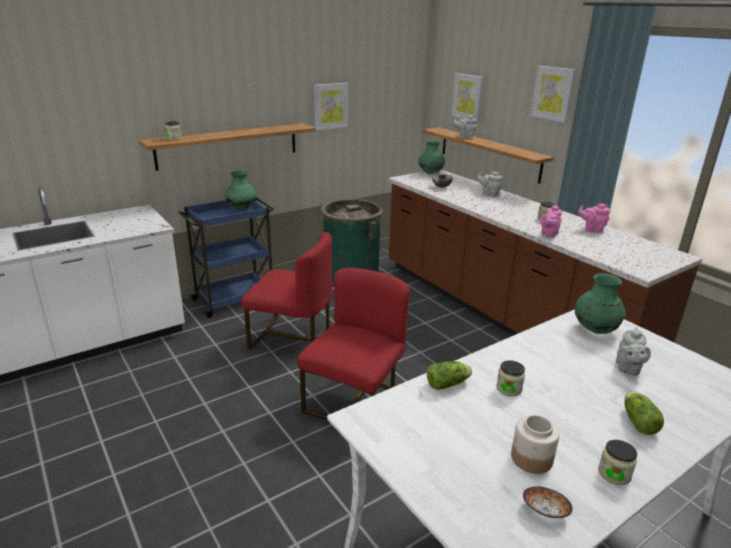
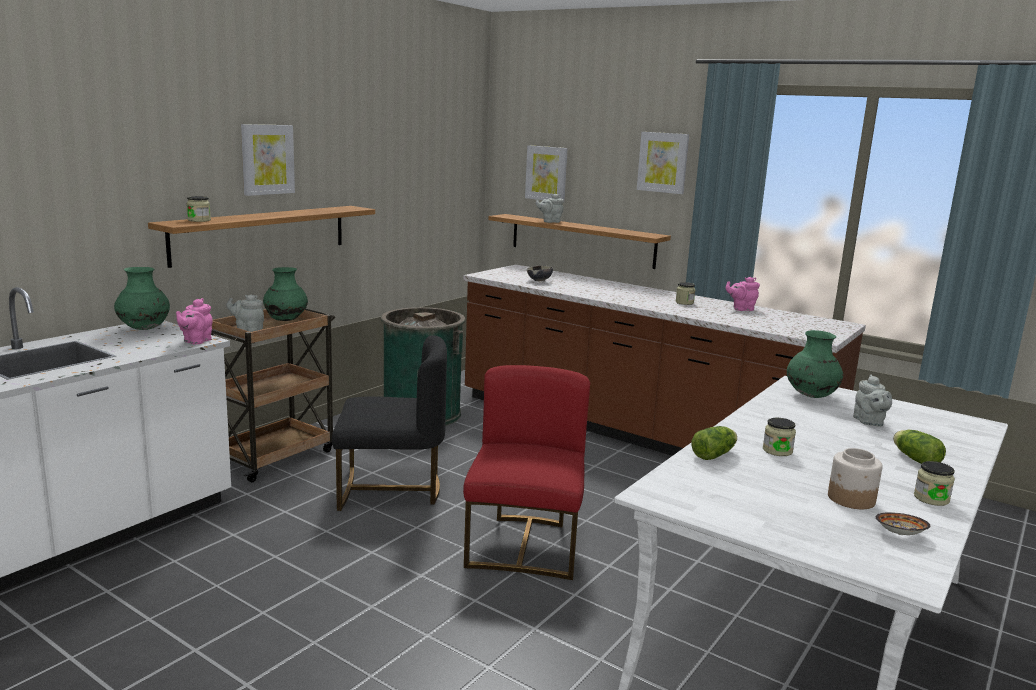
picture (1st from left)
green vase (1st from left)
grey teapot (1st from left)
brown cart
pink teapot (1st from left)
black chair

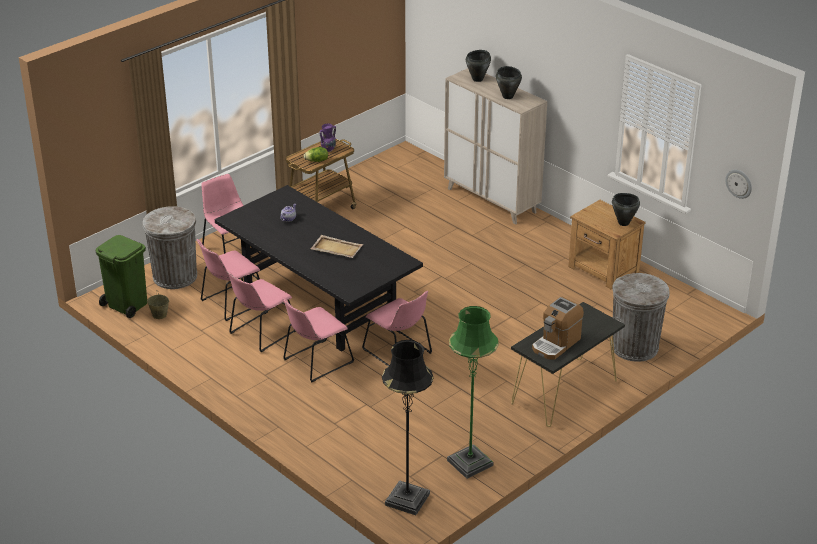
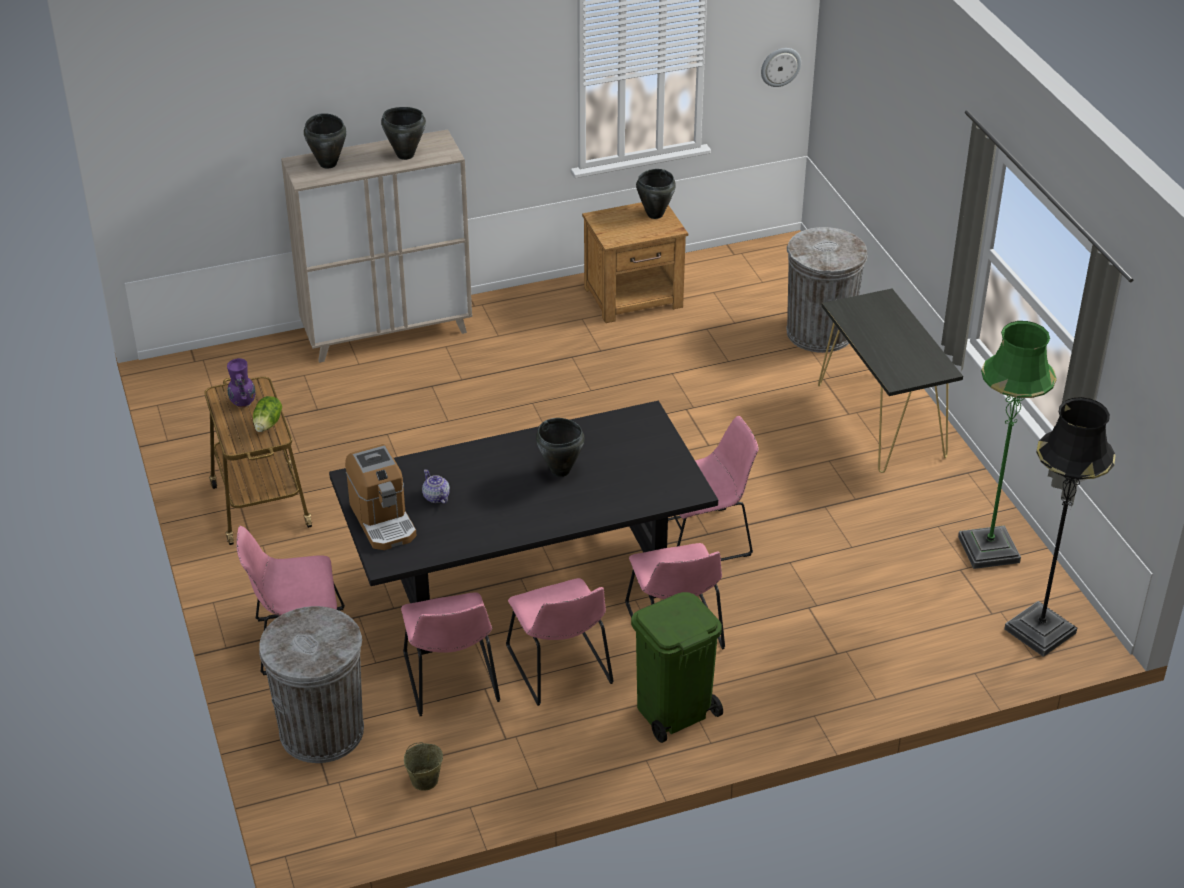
green trash can
black cooking pot (3rd from left)
coffee machine

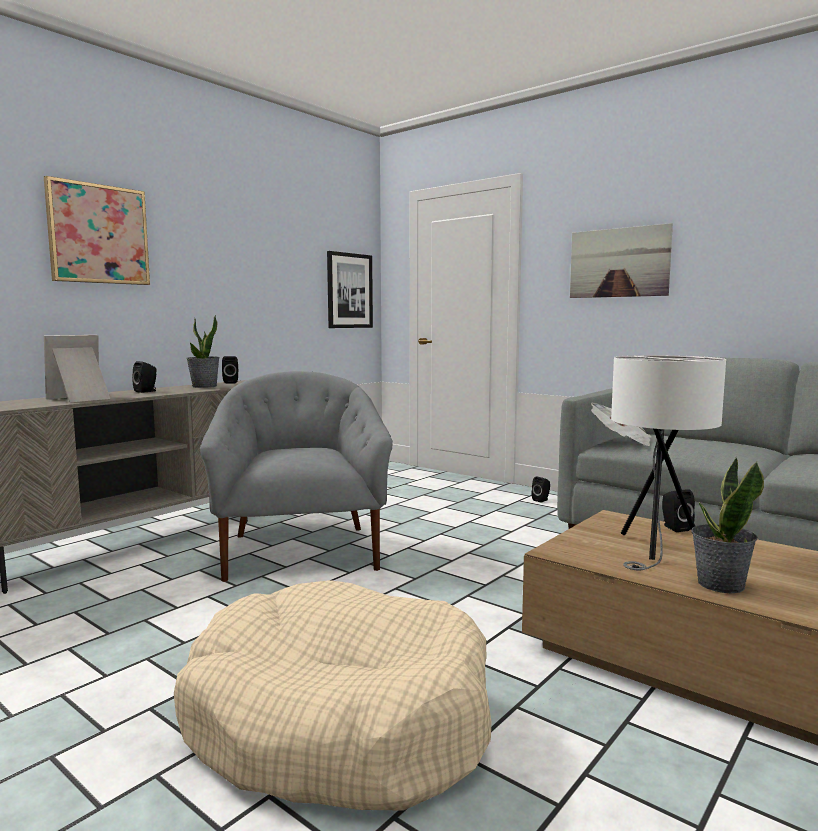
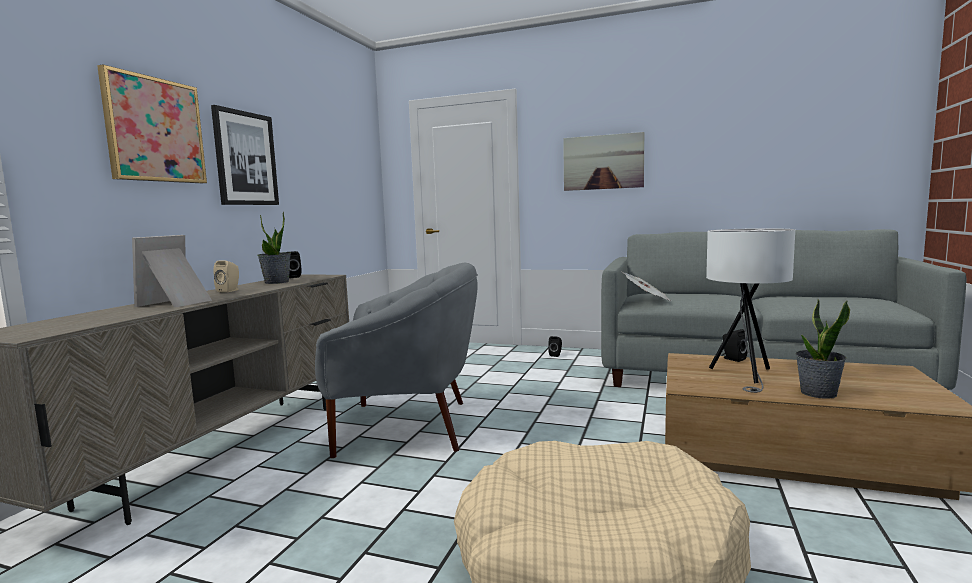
picture (2nd from left)
beige speaker
grey armchair

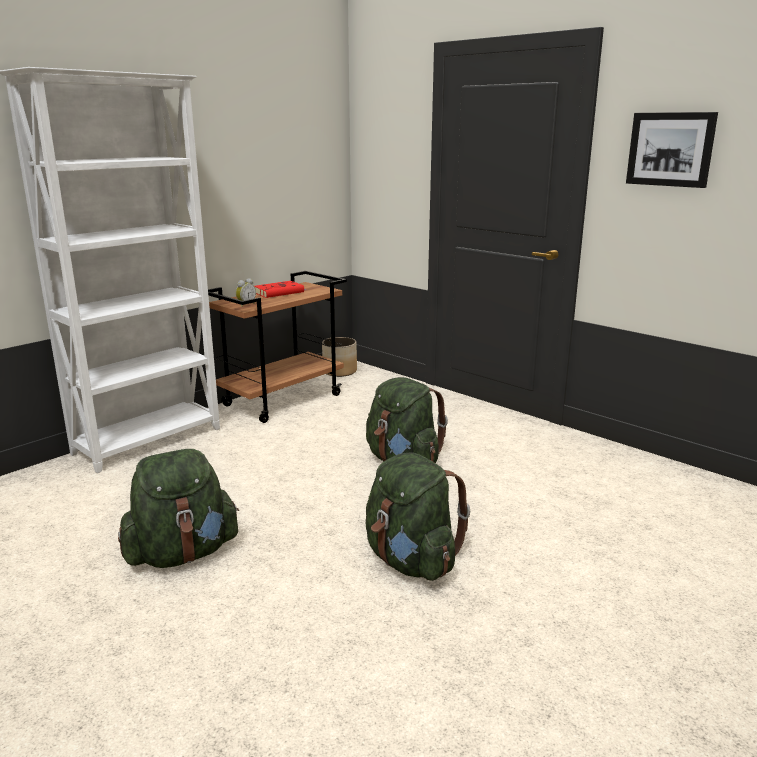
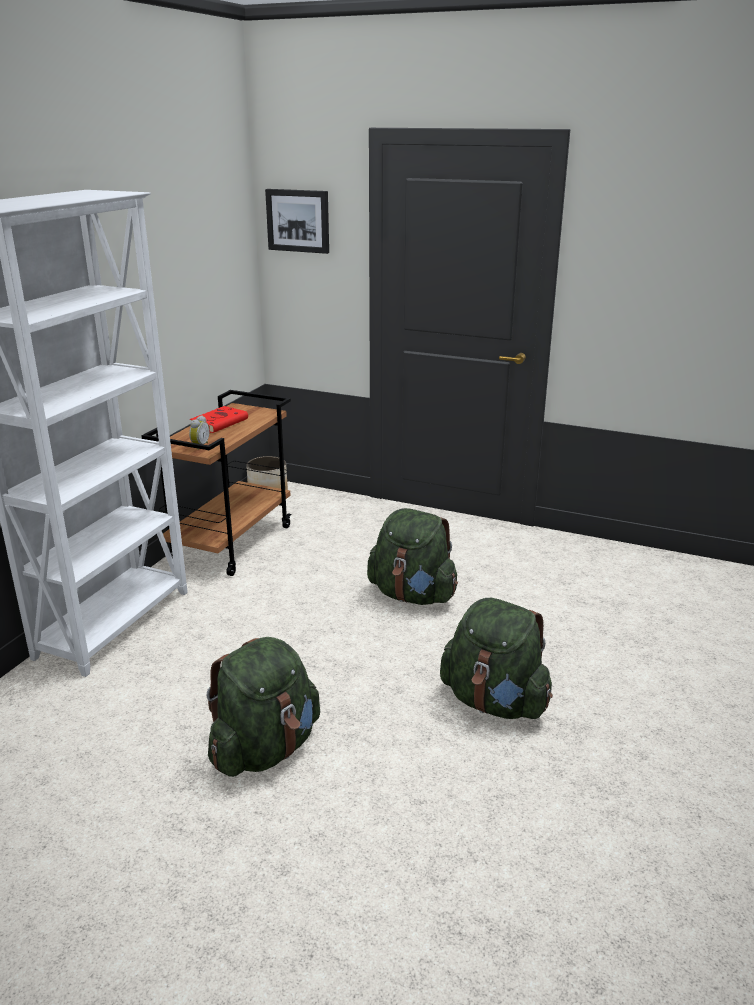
picture

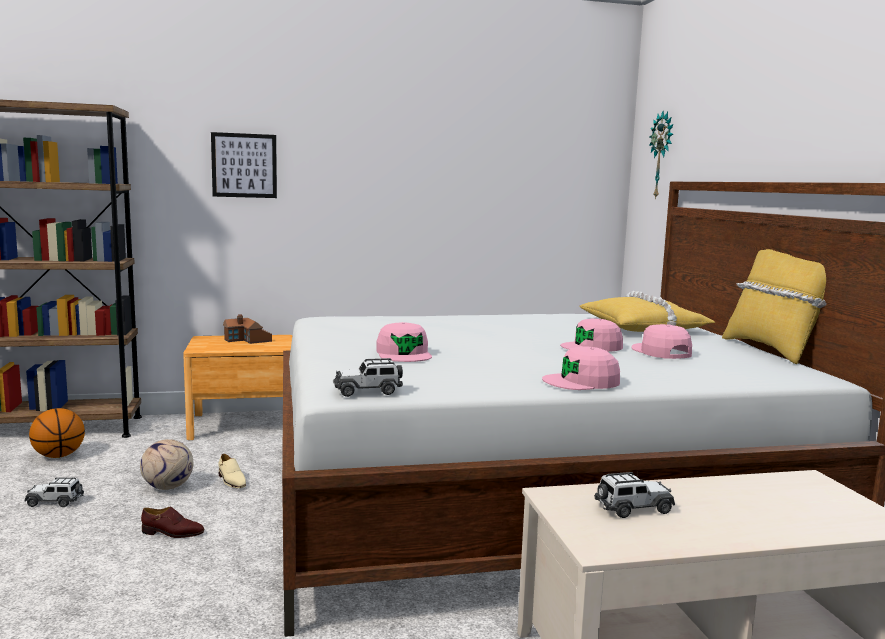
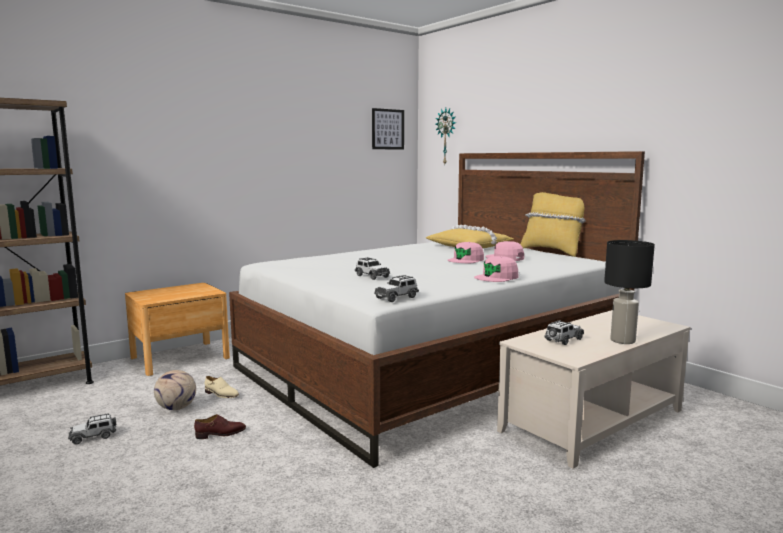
picture
toy house
toy car (2nd from left)
basketball
black table lamp

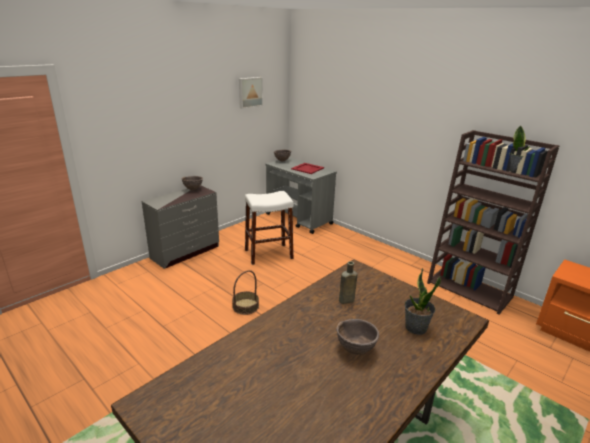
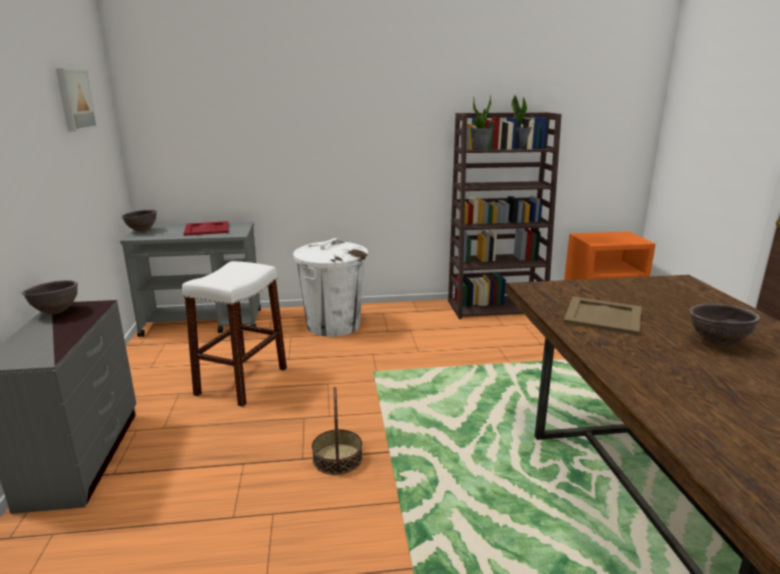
beige tray
potted plant (1st from left)
white trash can

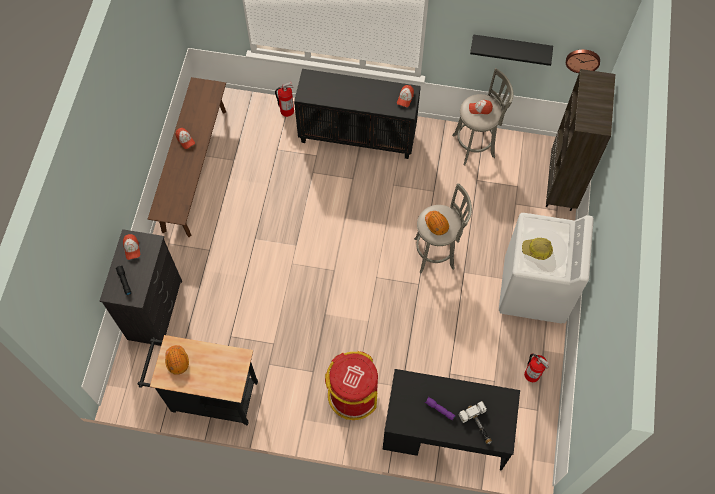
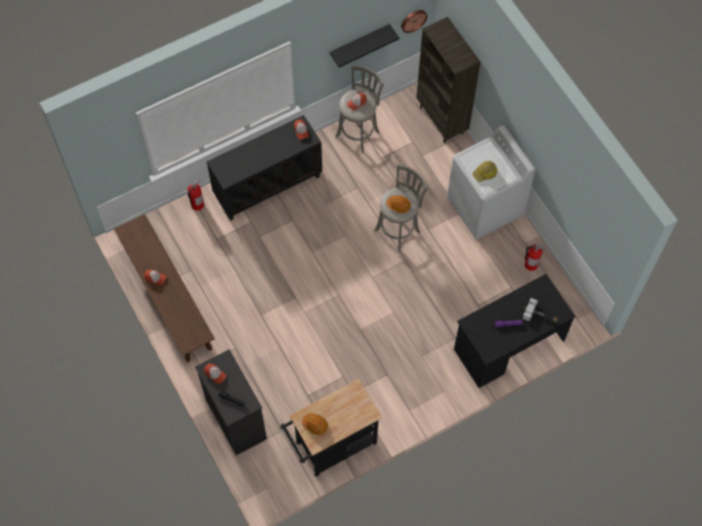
red trash can

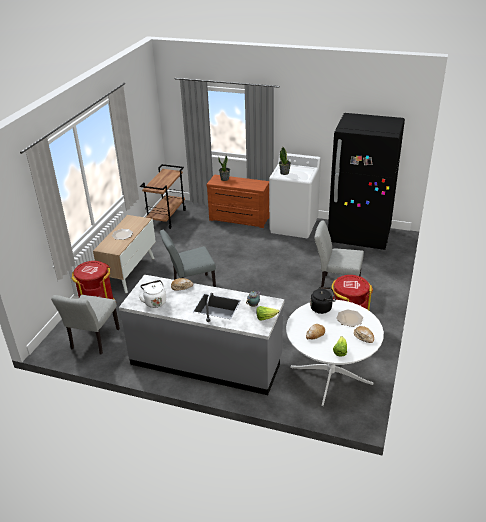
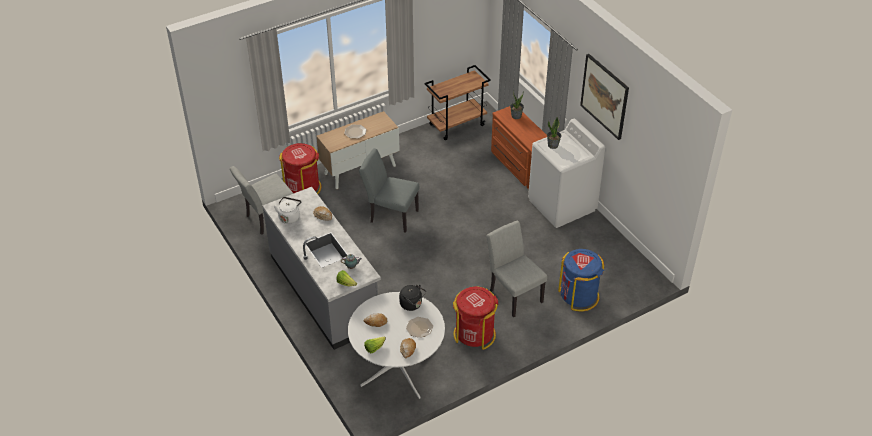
black fridge
picture
blue trash can

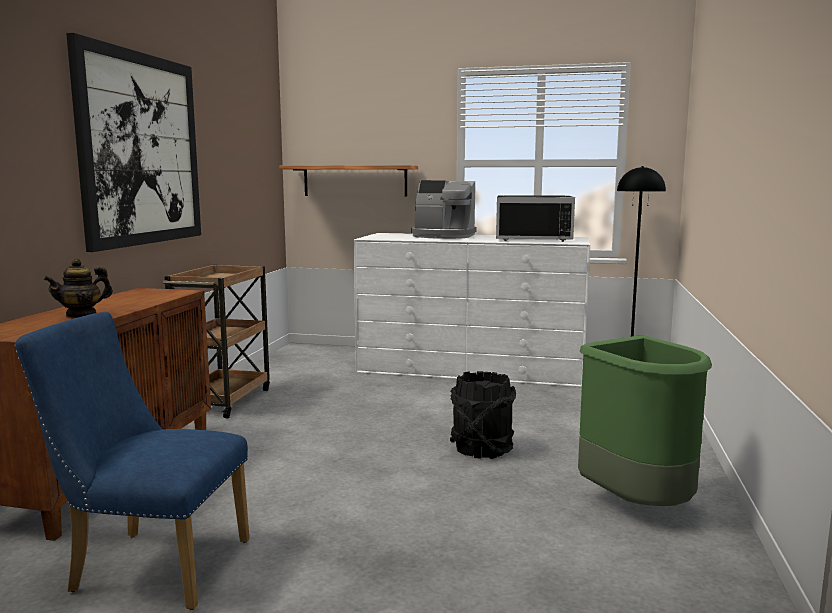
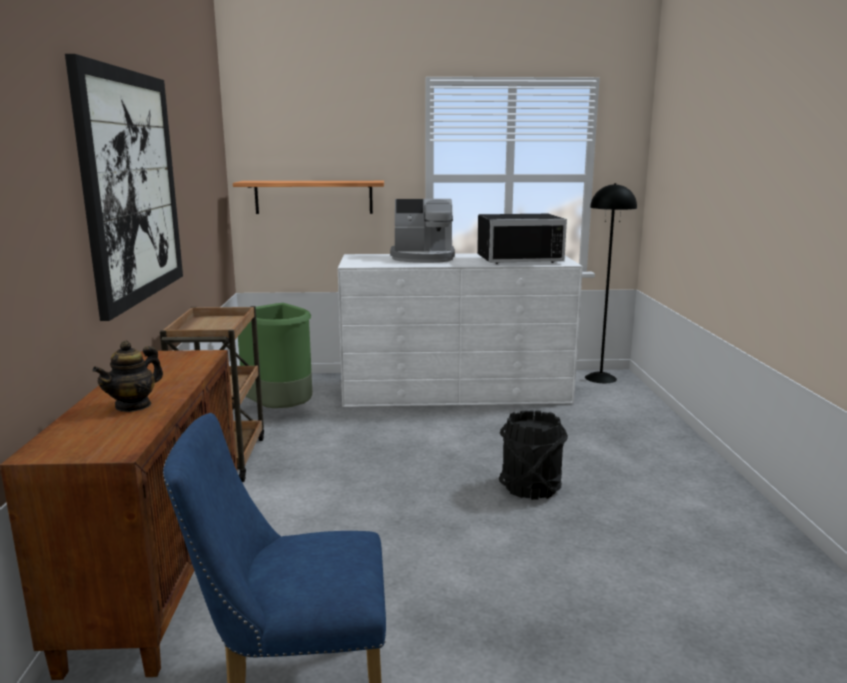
green trash can

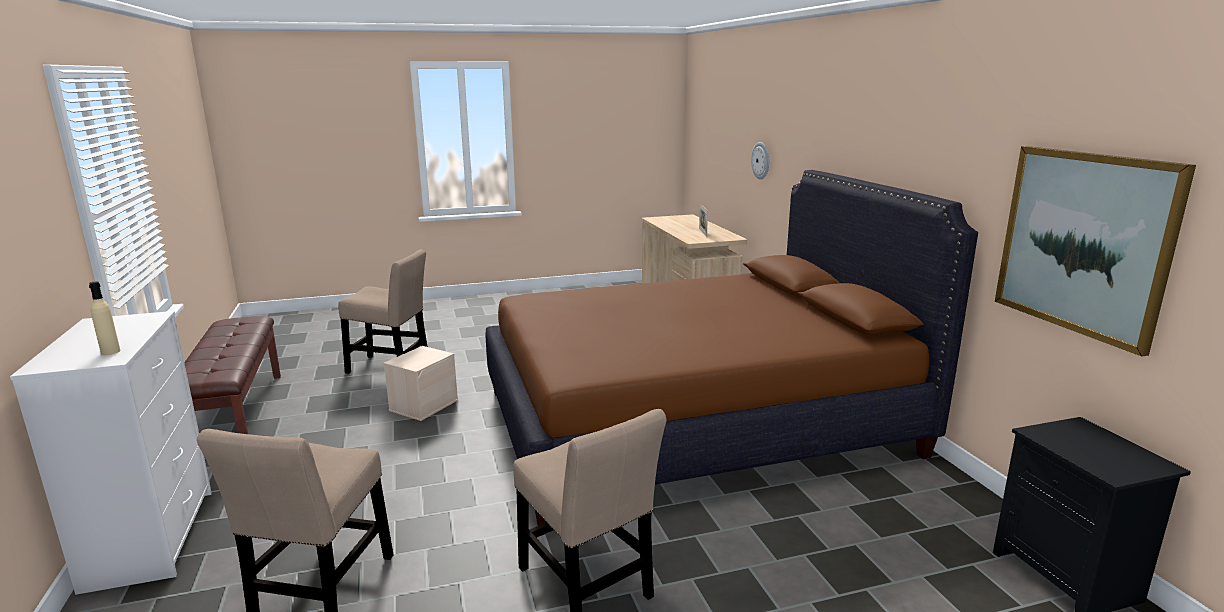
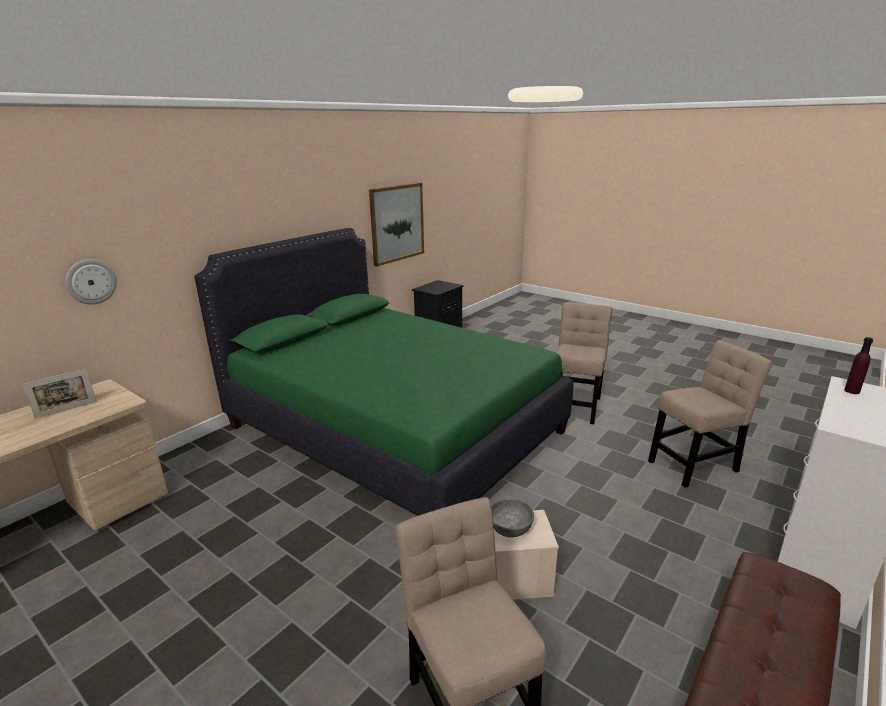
green bed
purple bottle
grey bowl

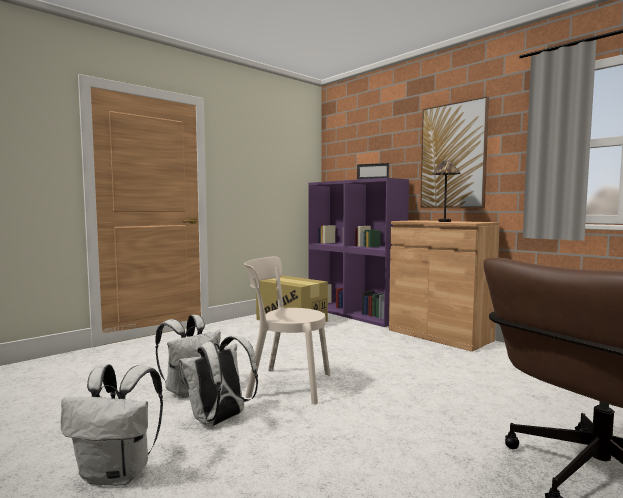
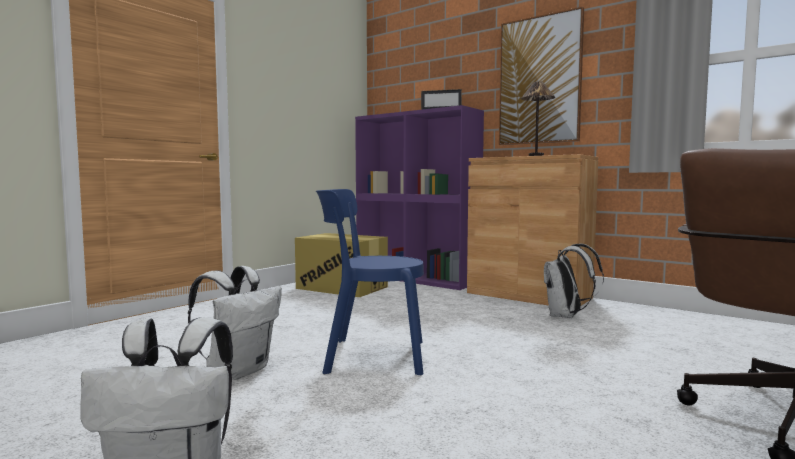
blue chair
white backpack (3rd from left)

